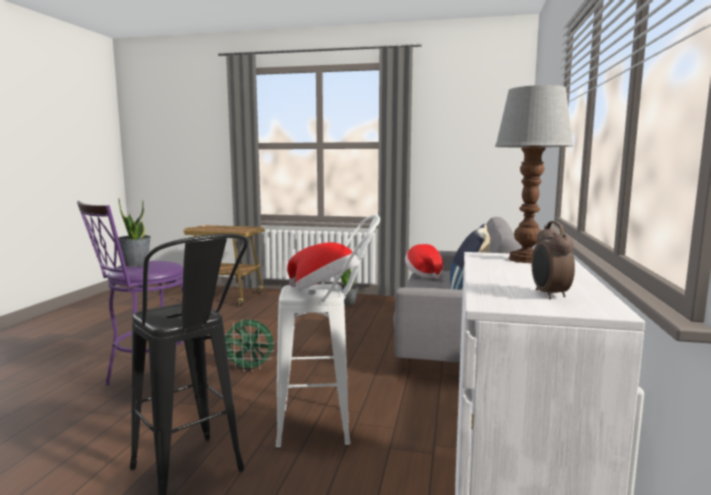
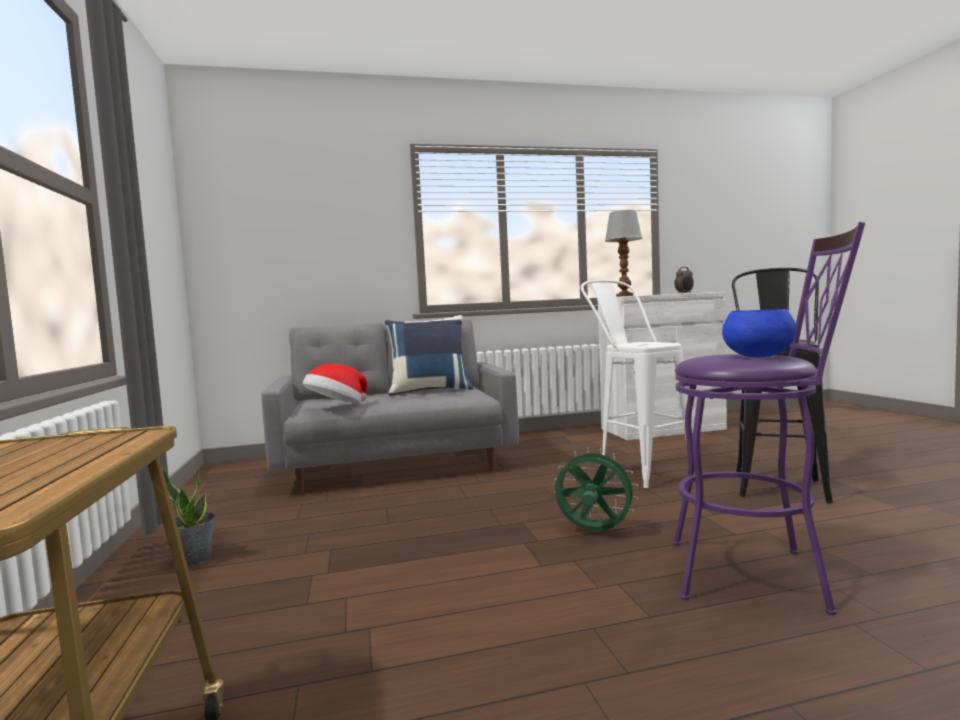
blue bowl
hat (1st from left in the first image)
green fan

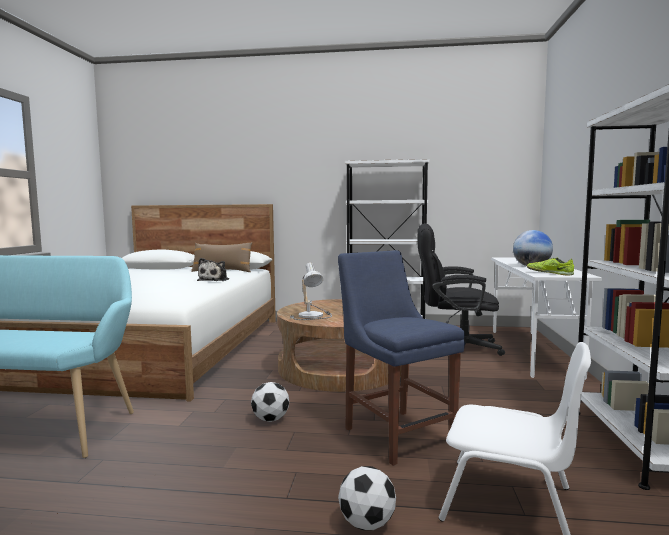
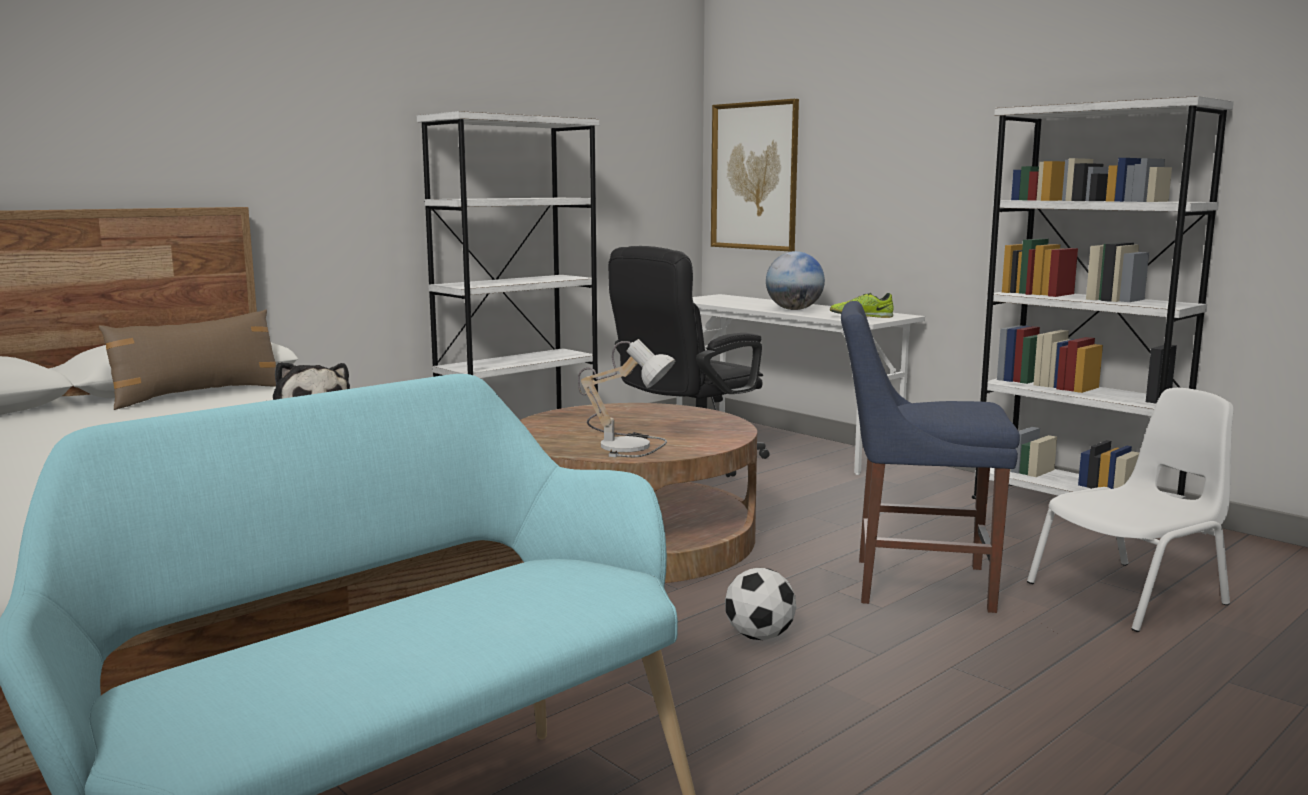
football (2nd from left in the first image)
picture

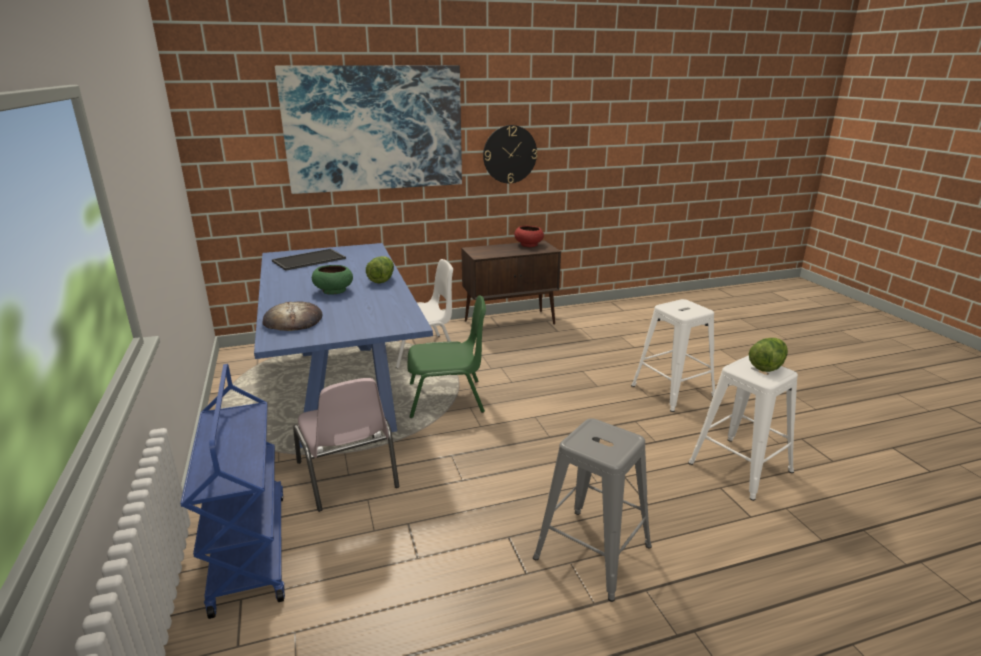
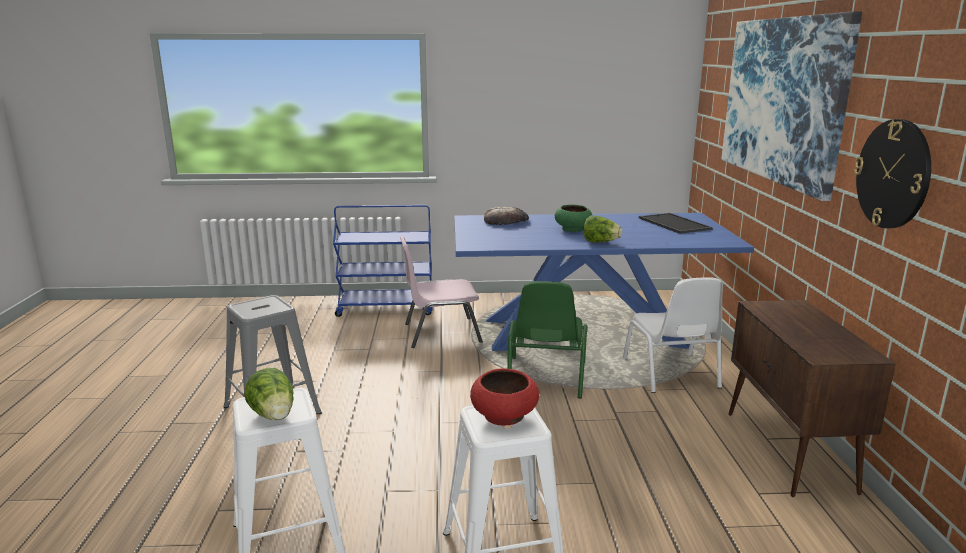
red bowl

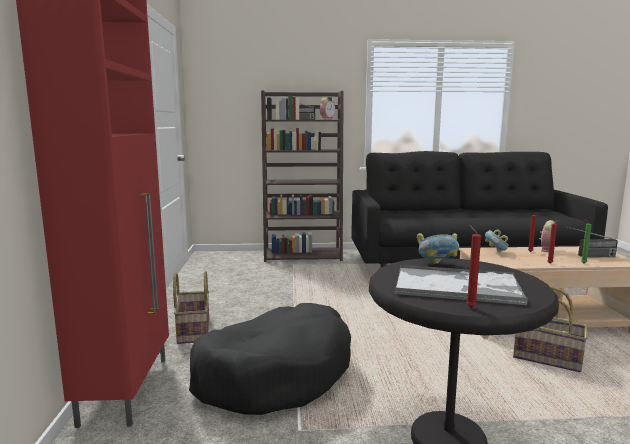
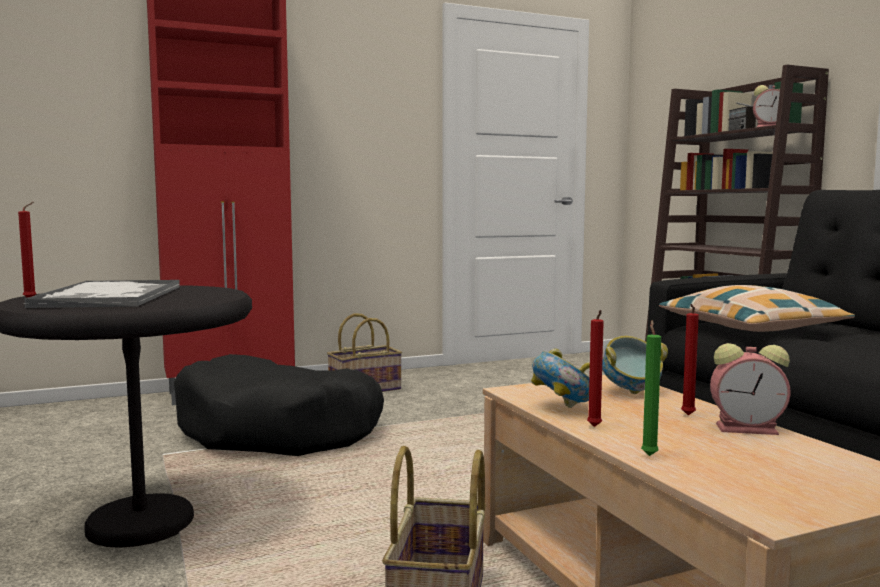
radio (2nd from left in the first image)
bowl (1st from left)
pillow

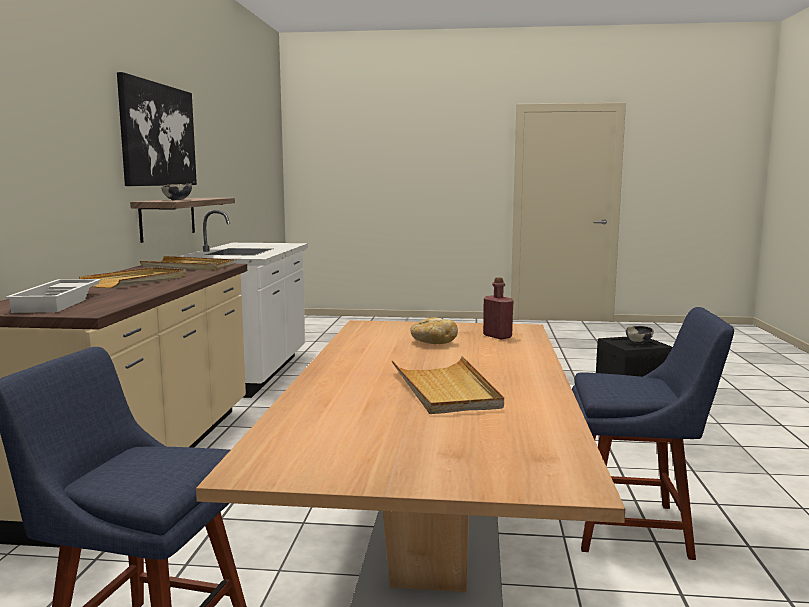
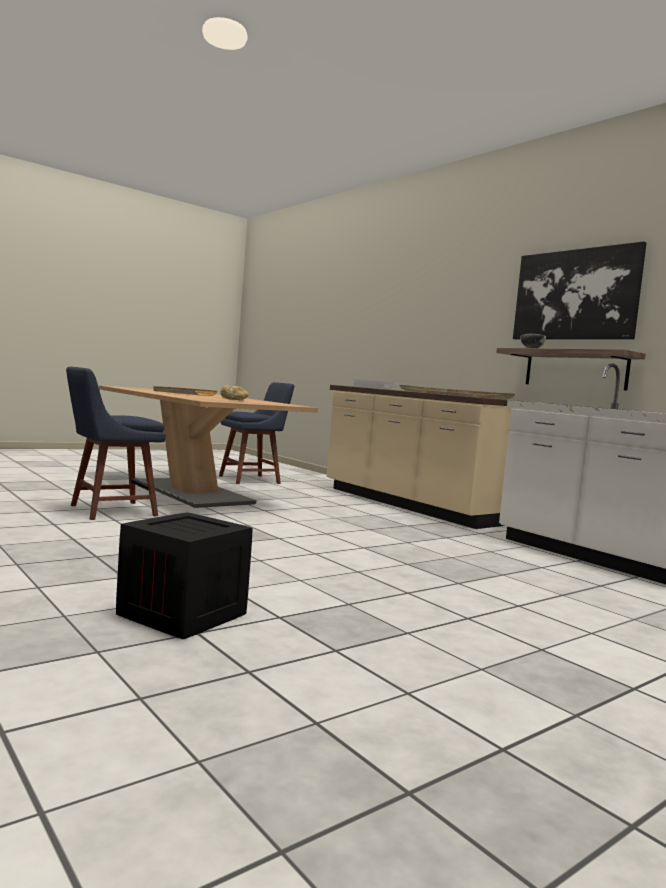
red bottle
bowl (2nd from left in the first image)

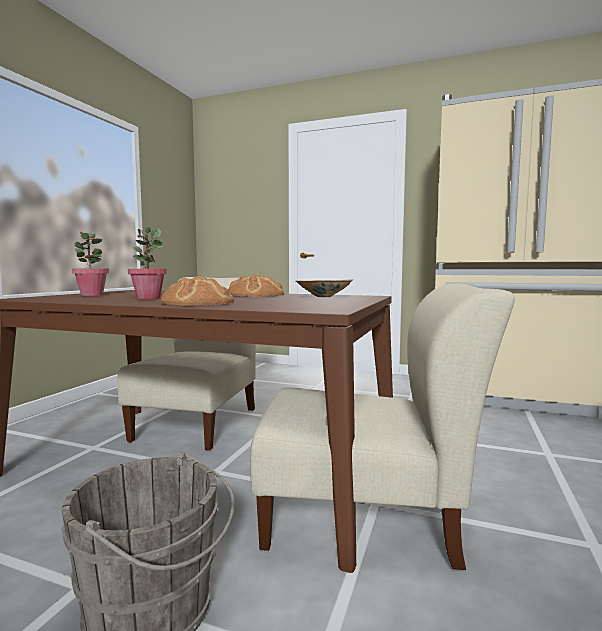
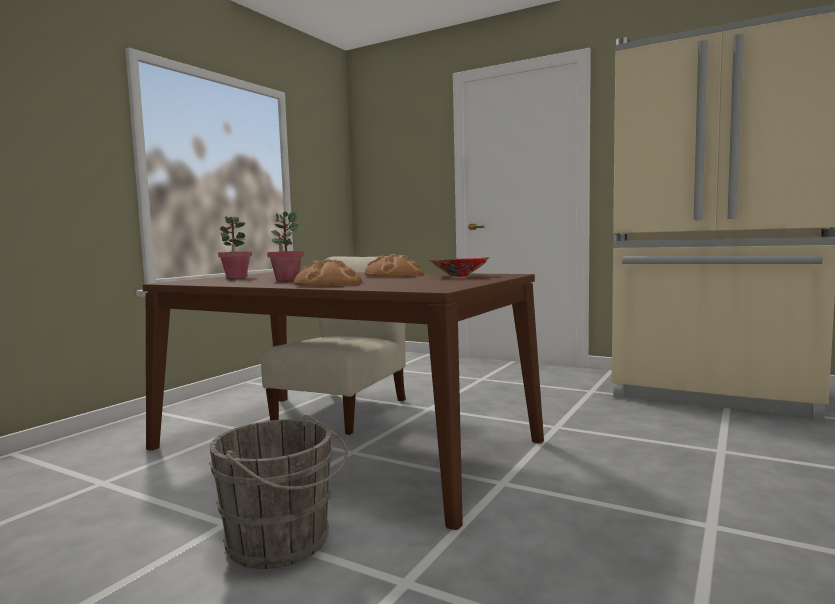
red bowl
beige chair (2nd from left in the first image)

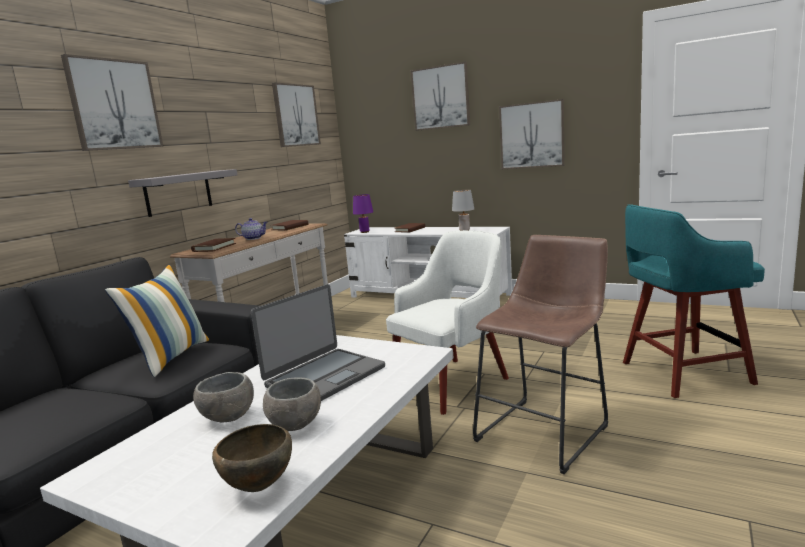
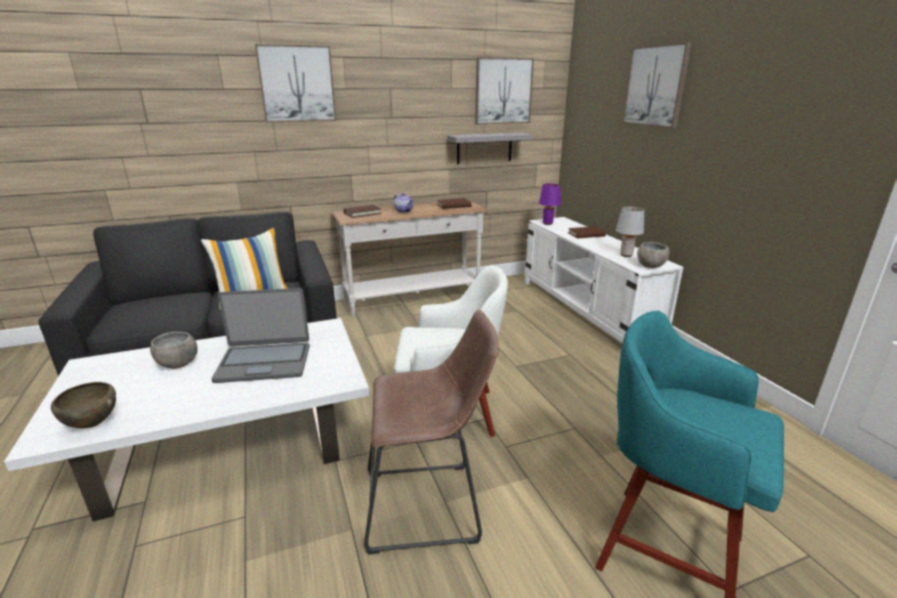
picture (4th from left in the first image)
grey shelf
grey bowl (2nd from left)

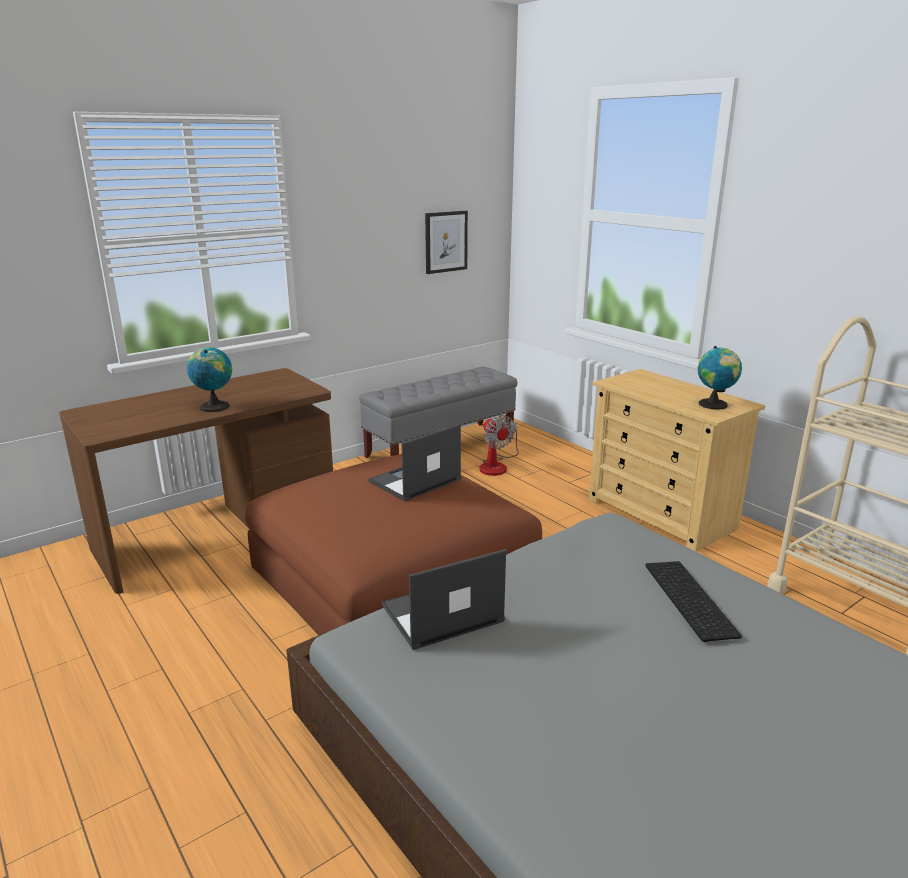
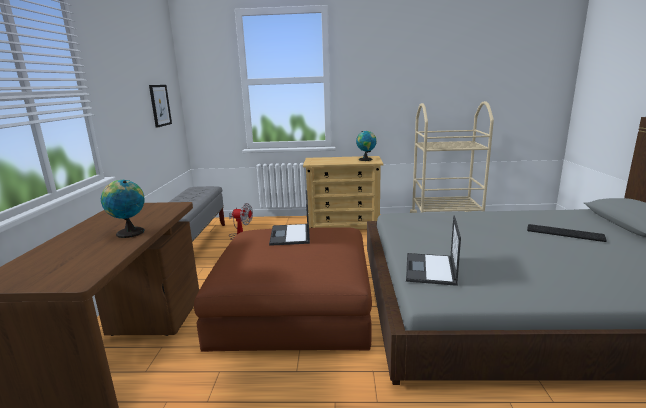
keyboard

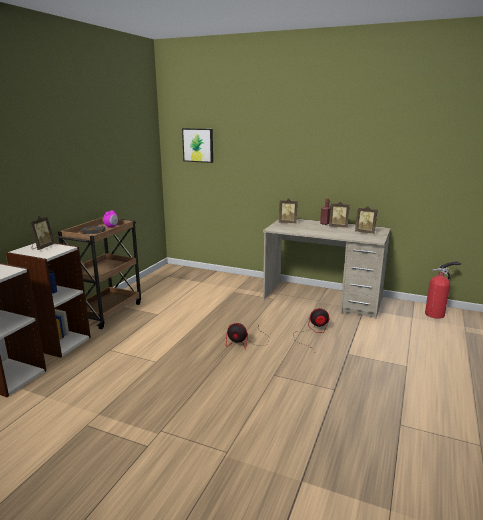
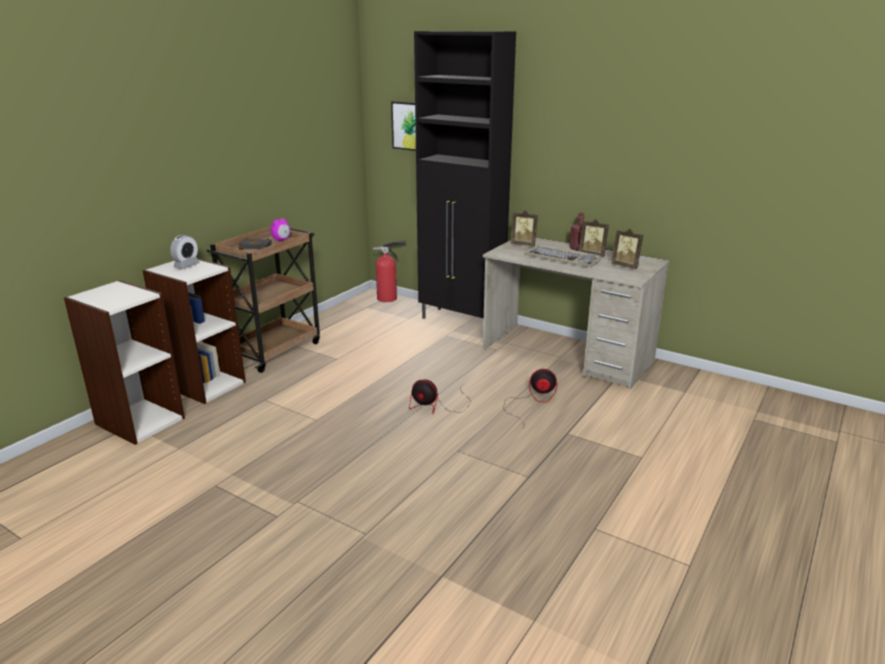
alarm clock (1st from left)
fire extinguisher
black cabinet
keyboard

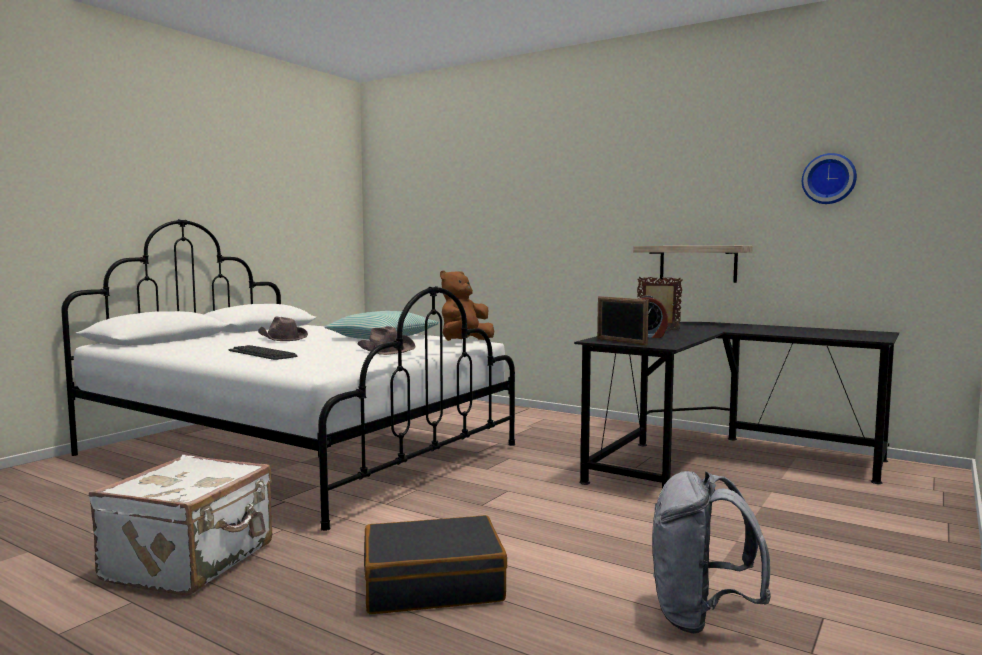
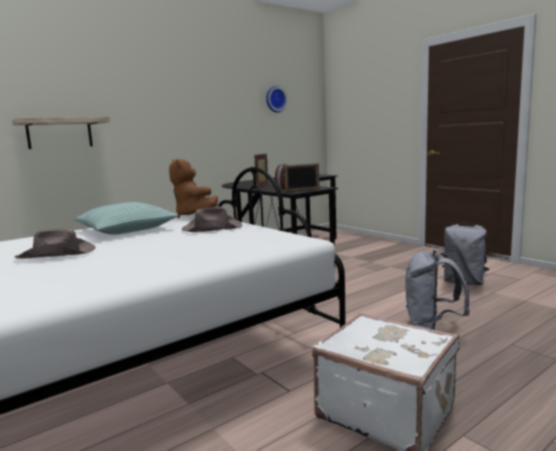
shelf
keyboard
grey backpack (1st from left)

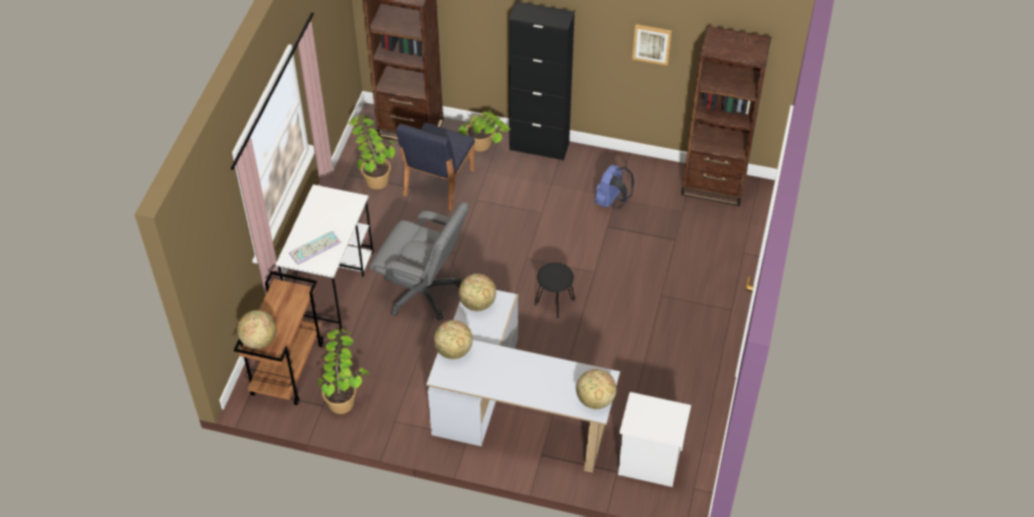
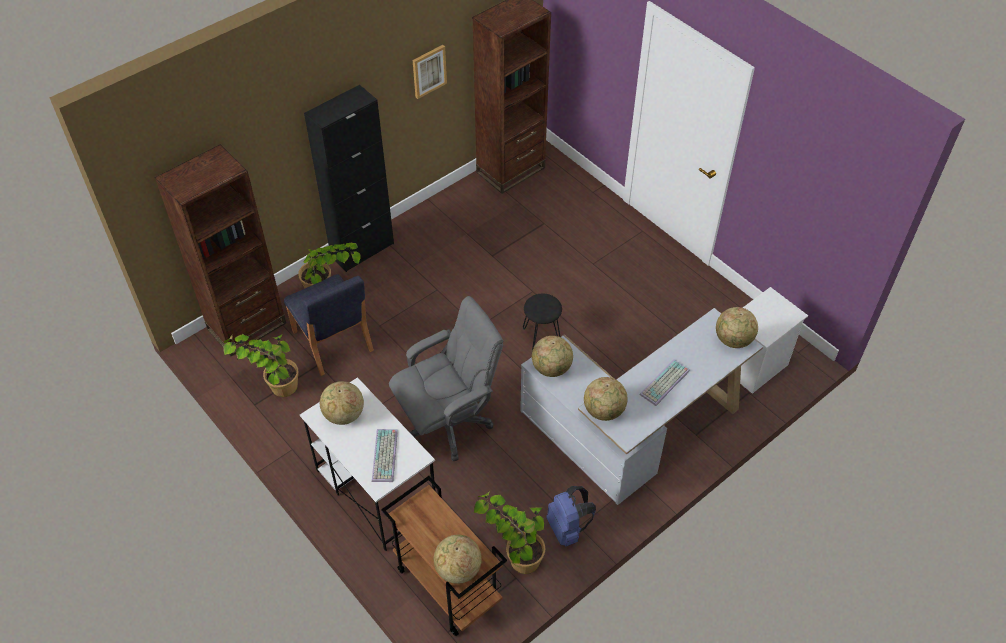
blue backpack
keyboard (2nd from left)
globe (1st from left)

